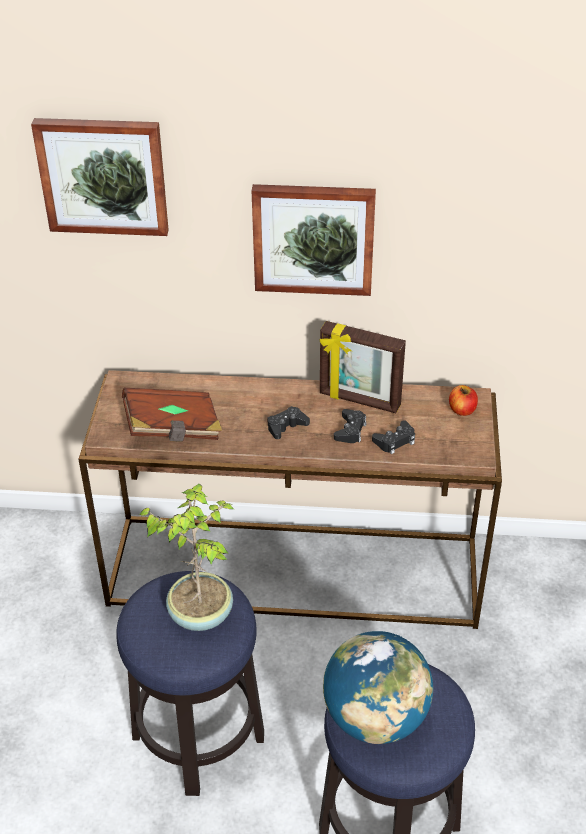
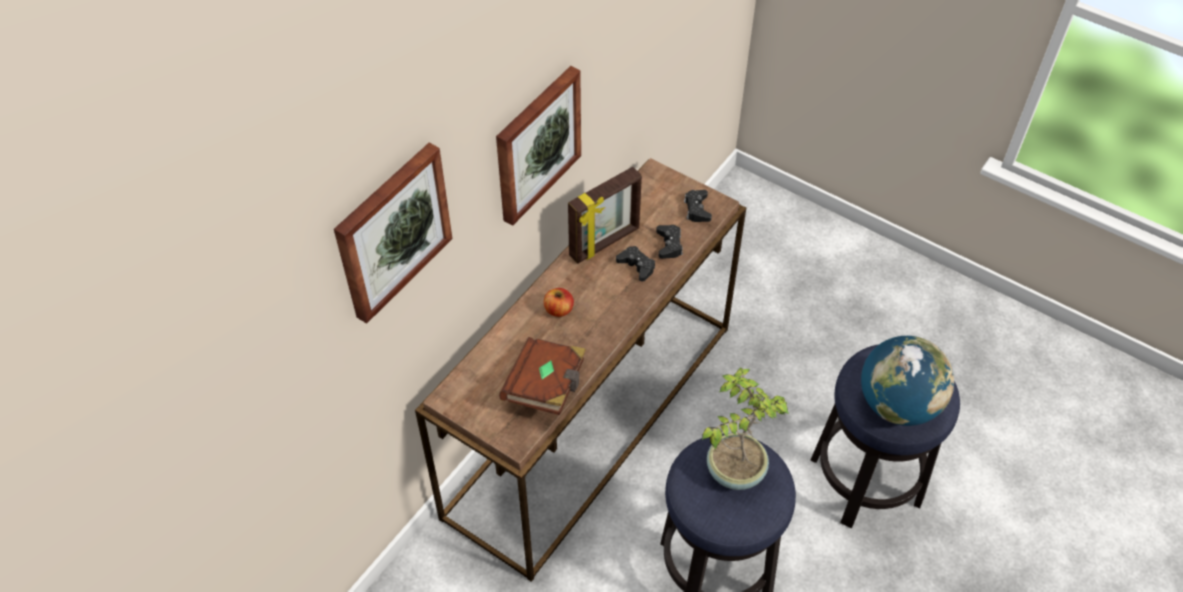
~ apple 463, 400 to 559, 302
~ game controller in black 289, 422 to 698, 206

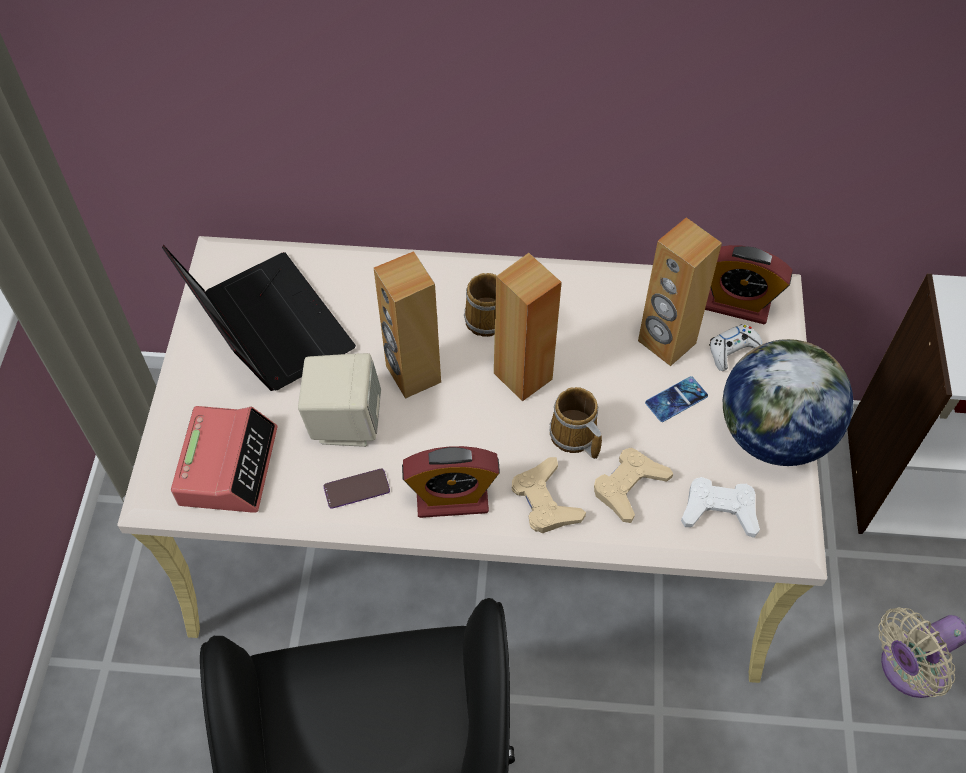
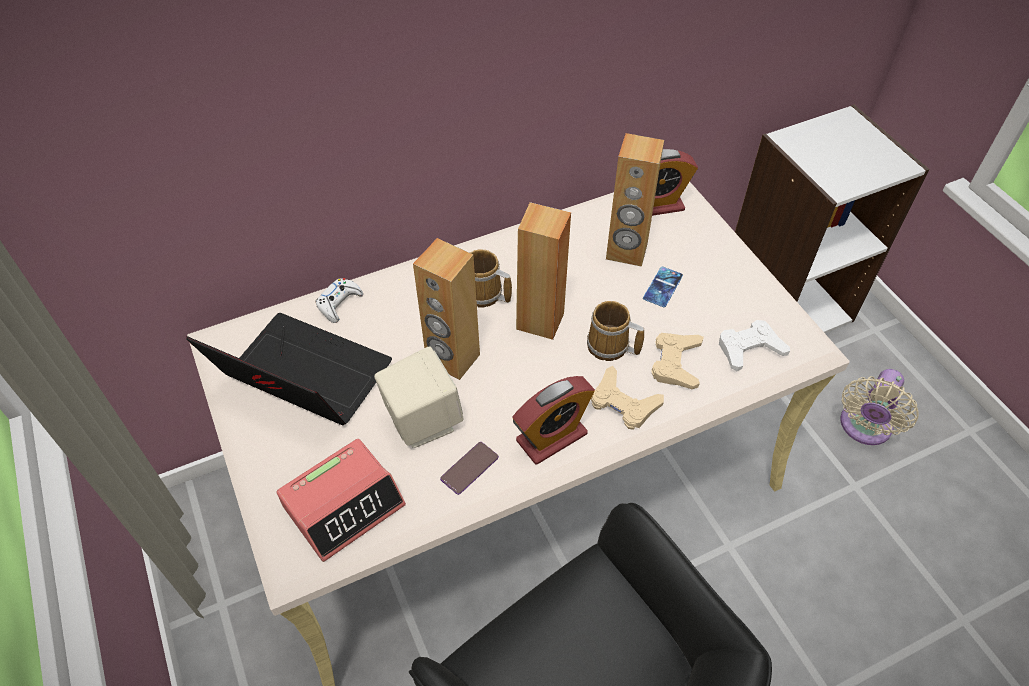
~ alarm clock 224, 459 = 341, 500 75 degrees clockwise
~ game controller in white 736, 347 to 339, 300
- globe 788, 402

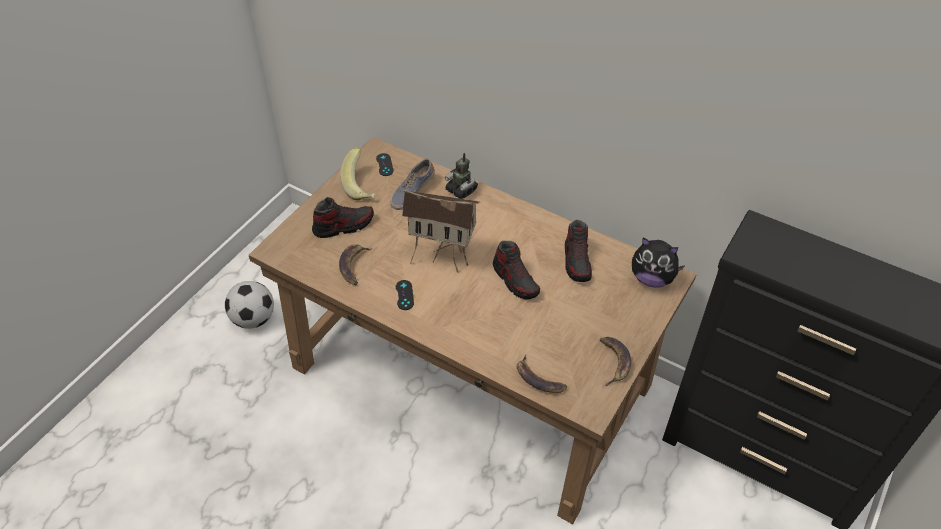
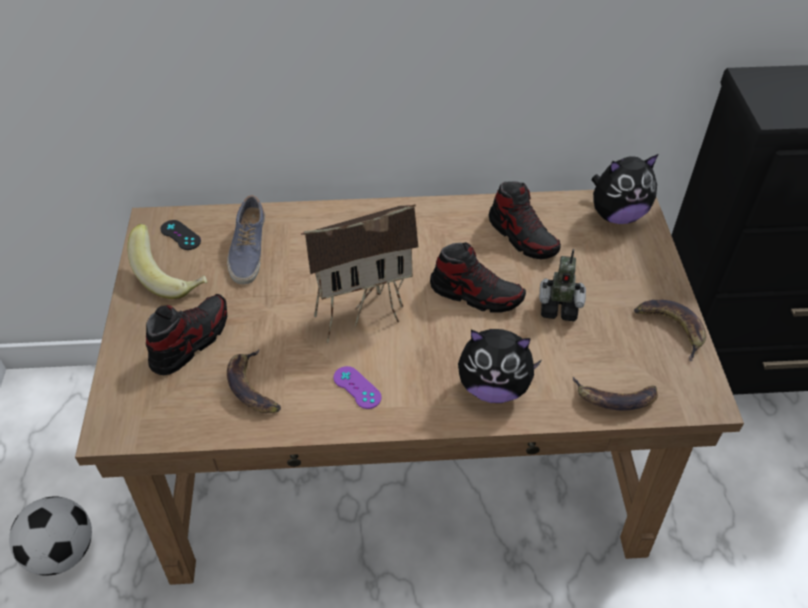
~ game controller in black 405, 295 to game controller in purple 358, 387
+ plush toy 499, 366
~ toy robot 461, 176 to 562, 285

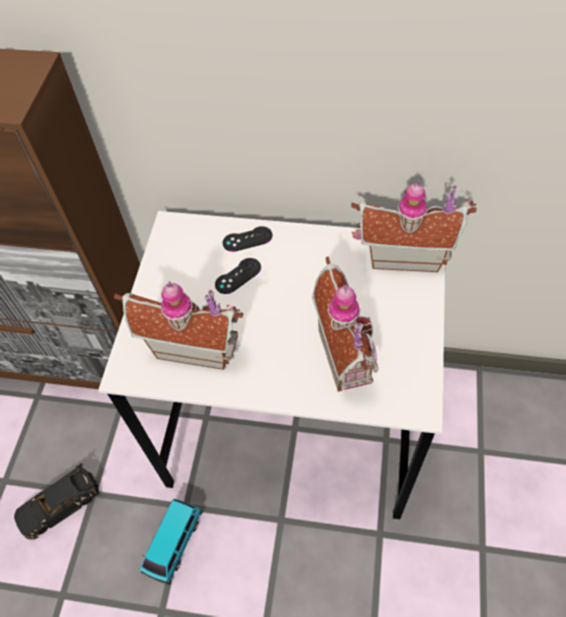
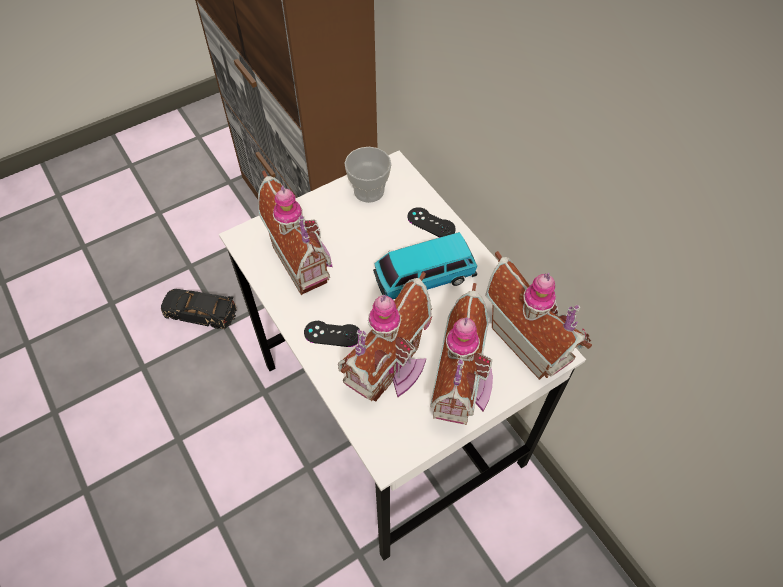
~ game controller in black 238, 276 to 332, 334
+ cup 368, 175
~ toy car 171, 542 to 425, 265
+ toy house 461, 354

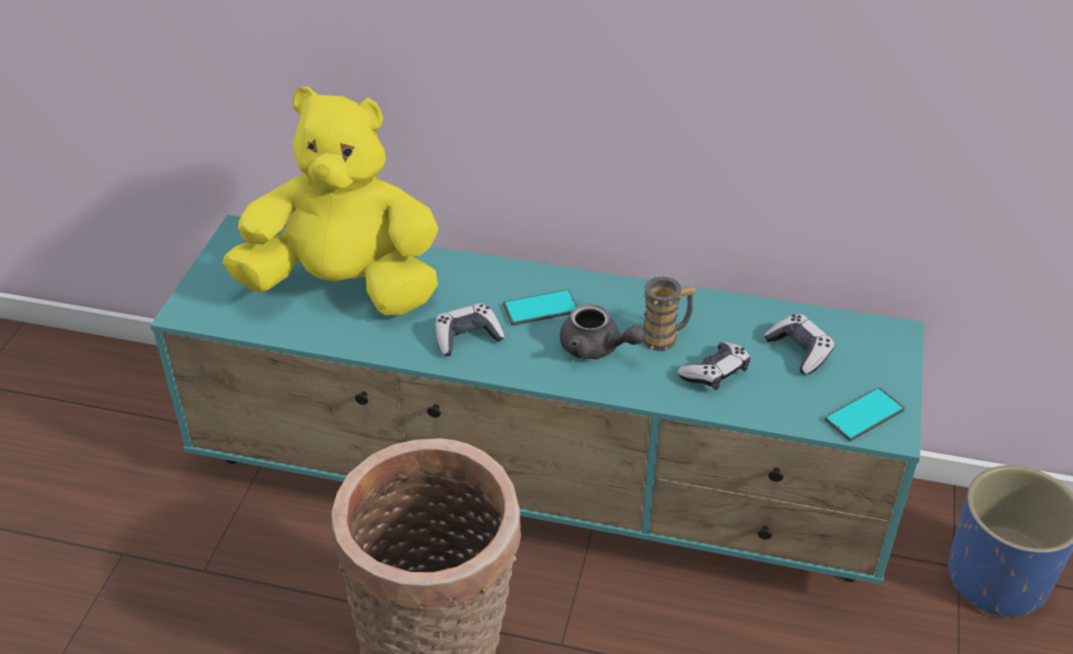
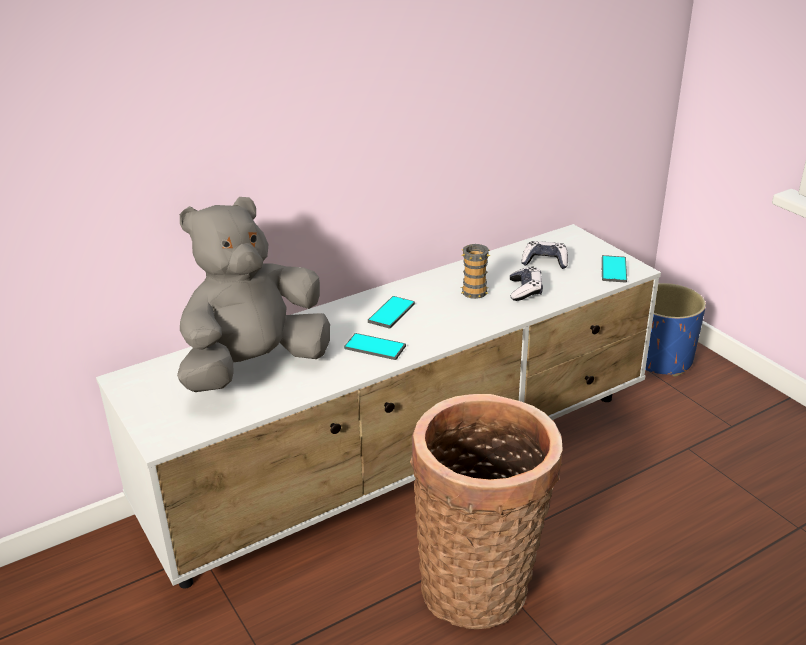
~ tv stand in turquoise 537, 400 to tv stand in white 378, 406
~ plush toy in yellow 330, 201 to plush toy in grey 253, 294
~ game controller 470, 329 to phone 375, 346
- teapot in grey 602, 331

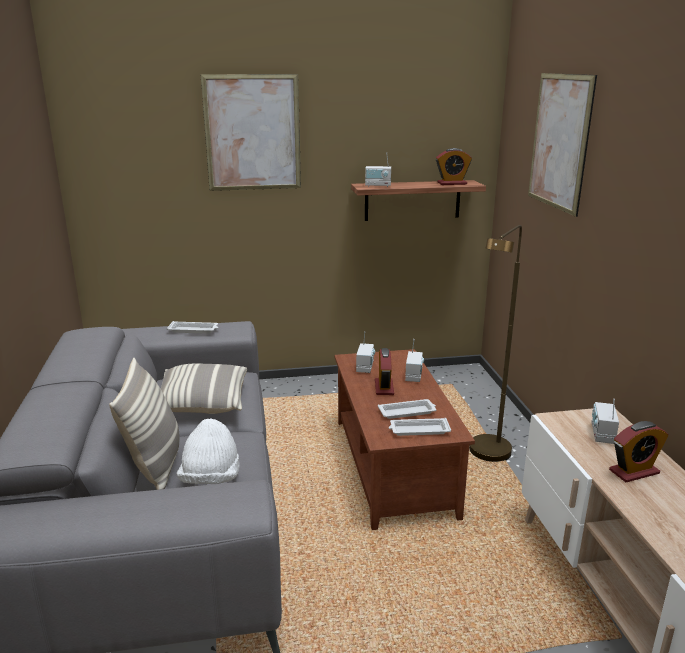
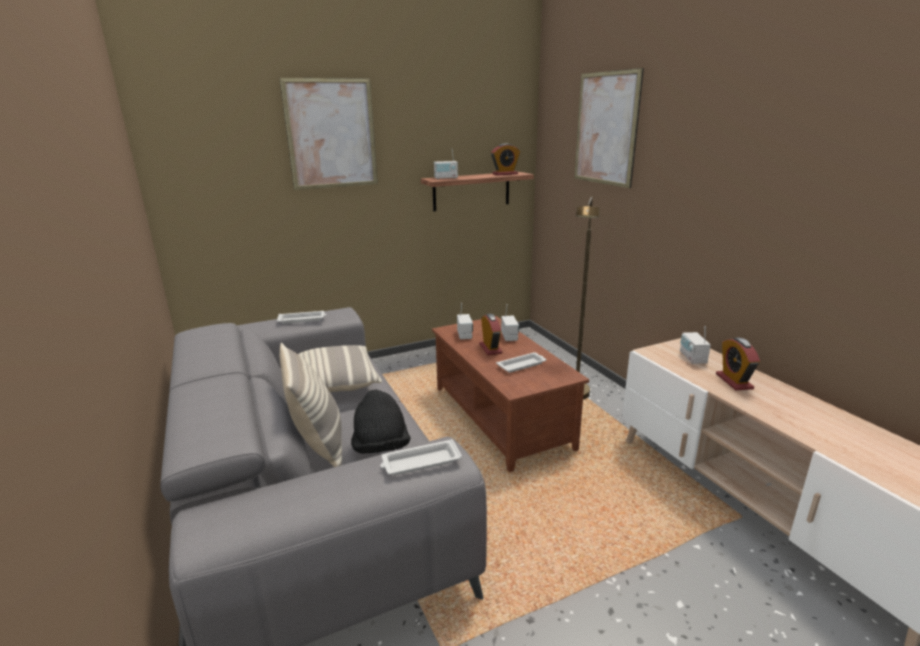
~ hat in white 208, 451 to hat in black 381, 421
~ tray in white 420, 427 to 421, 457
~ alarm clock 639, 451 = 738, 364 120 degrees clockwise

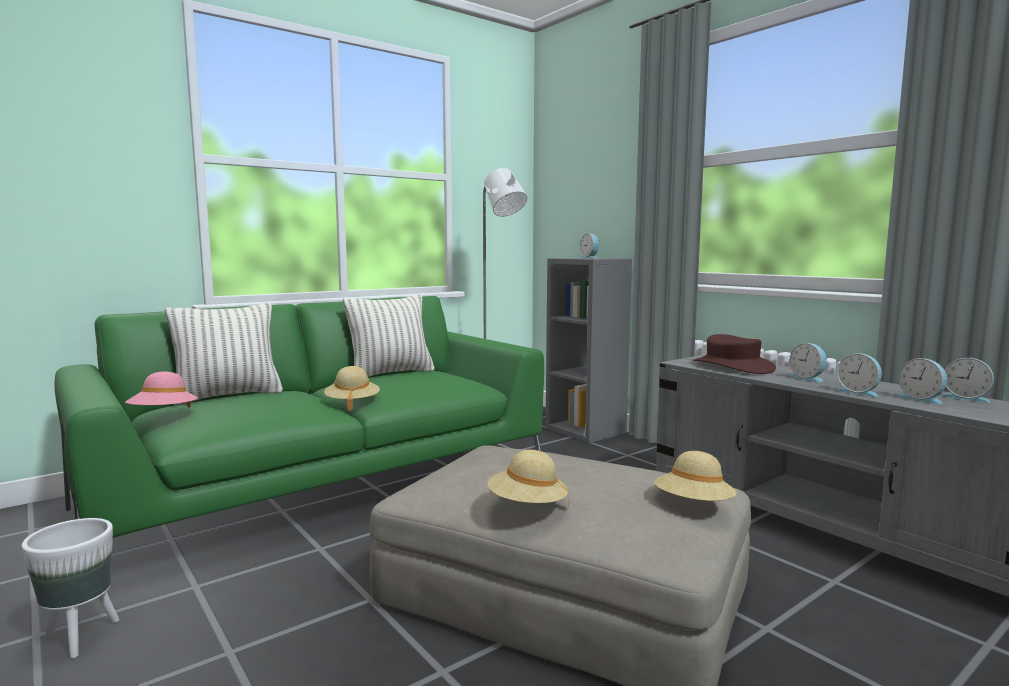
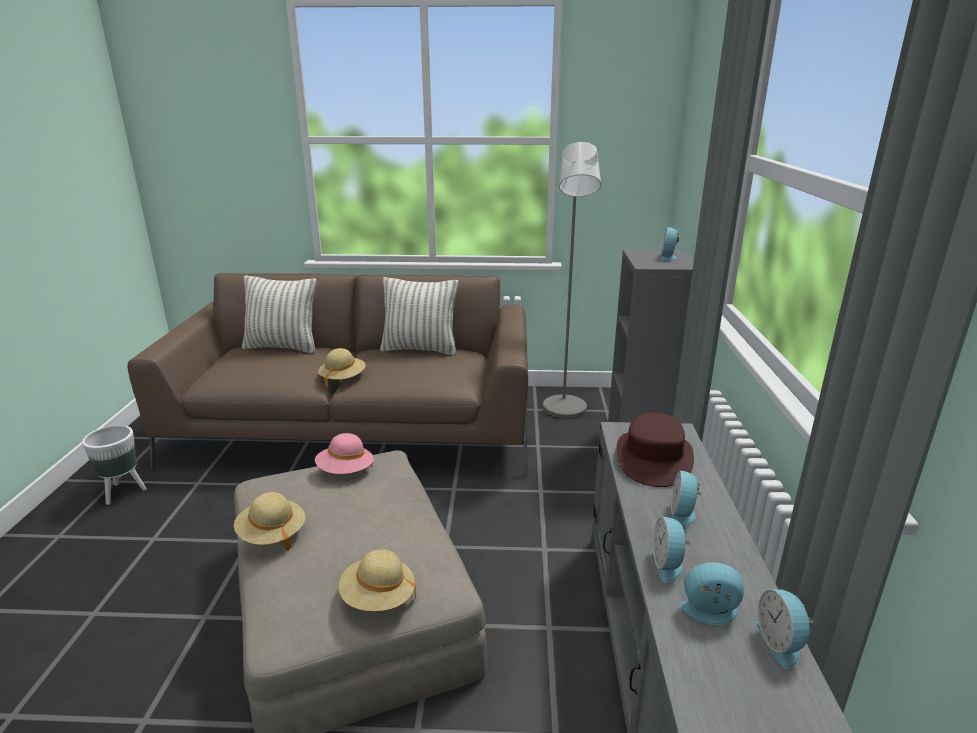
~ sofa in green 299, 417 to sofa in brown 328, 375
~ hat in pink 162, 390 to 344, 453
~ alarm clock 922, 381 = 712, 594 90 degrees clockwise

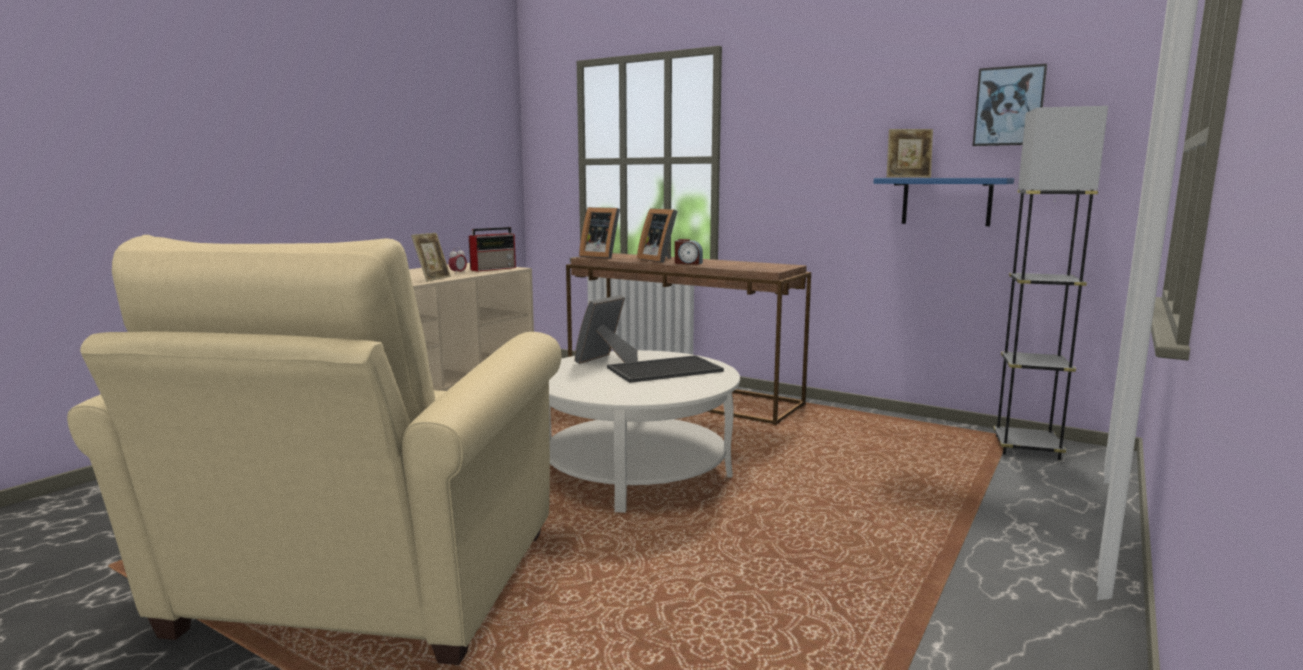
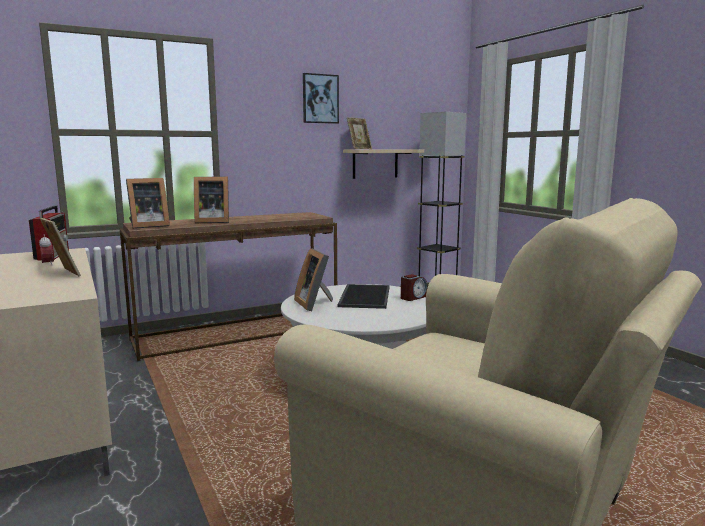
~ picture 1010, 105 to 321, 98
~ shelf in blue 944, 202 to shelf in beige 383, 164
~ alarm clock 689, 252 to 414, 287

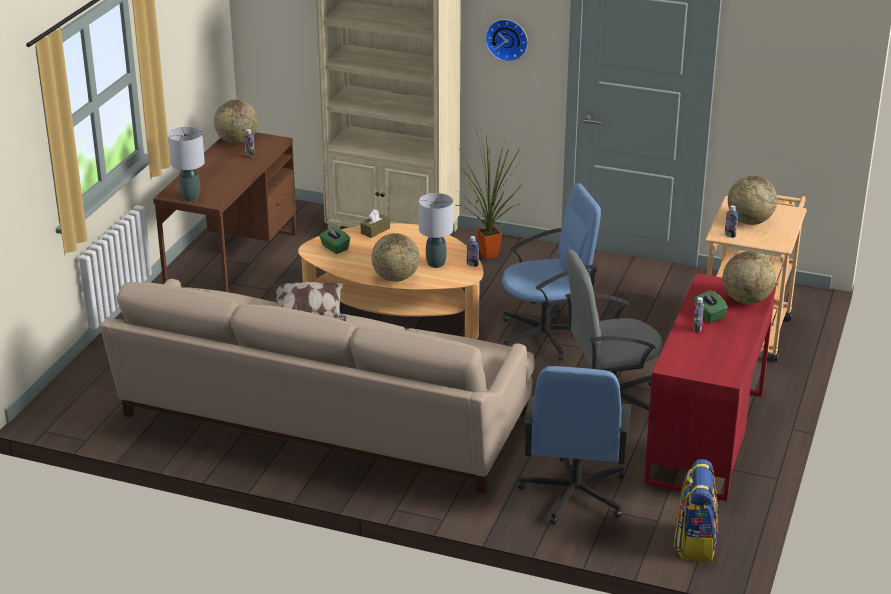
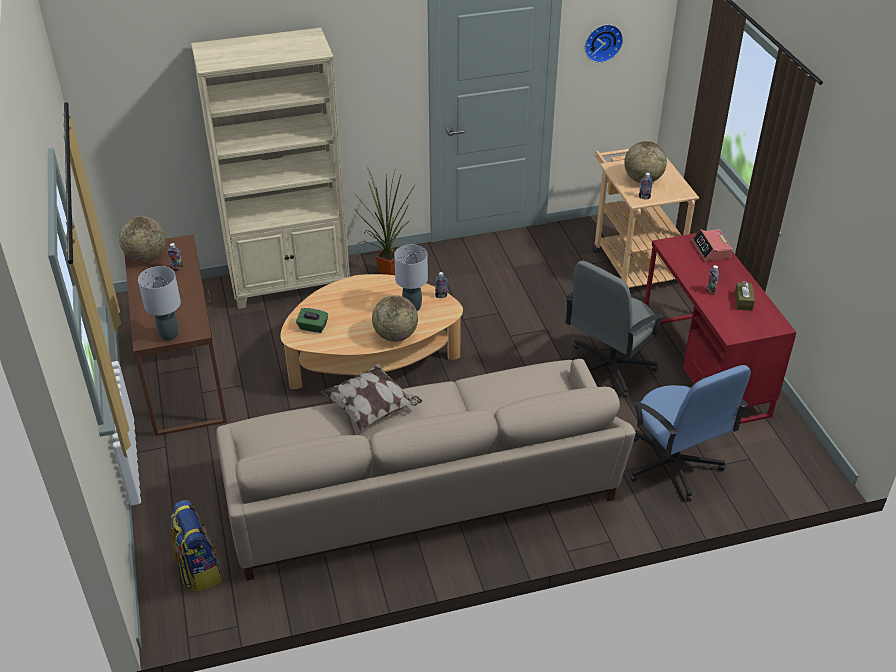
~ backpack 696, 510 to 196, 546
~ wall clock 506, 40 to 604, 43
~ globe 749, 277 to alarm clock 712, 245
~ tissue box in brown 375, 223 to 745, 296
- office chair in blue 551, 272
- tissue box in green 710, 306

